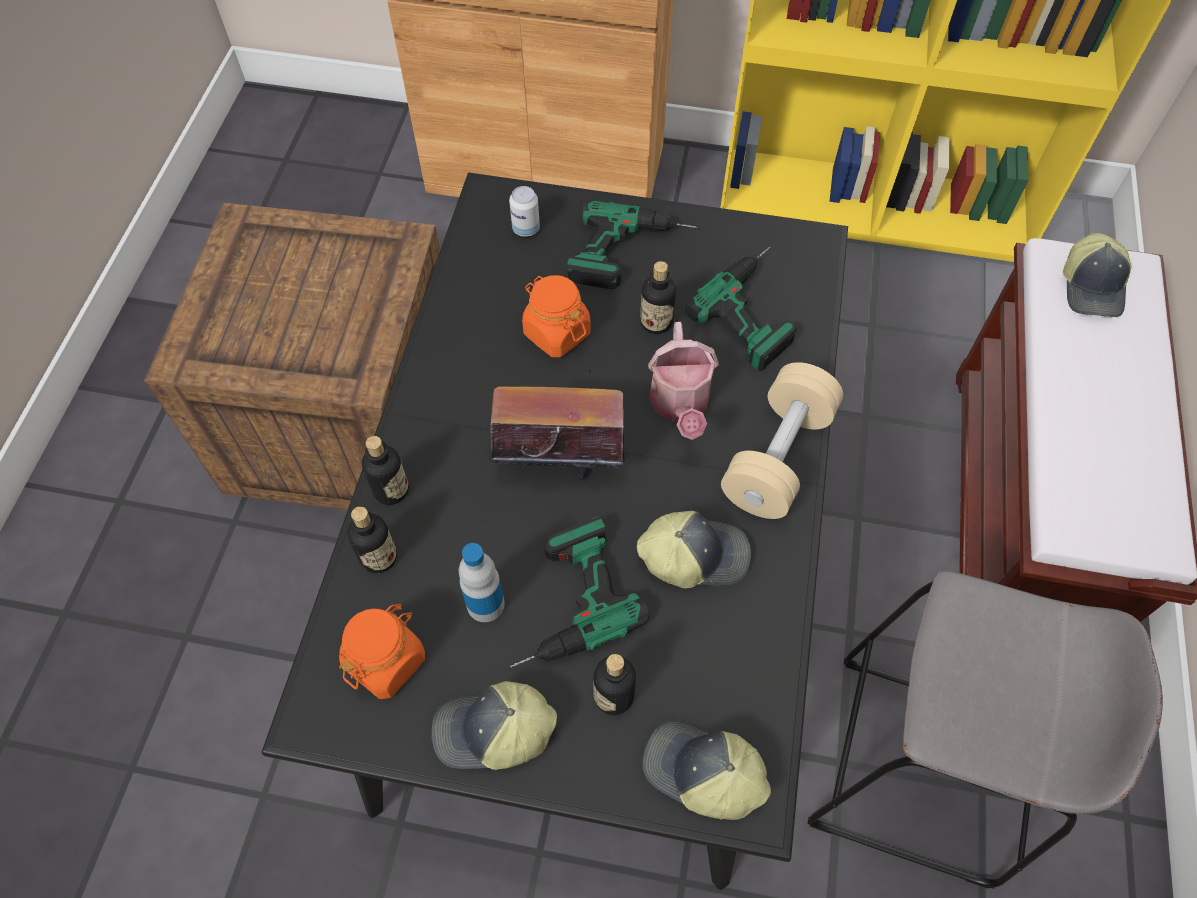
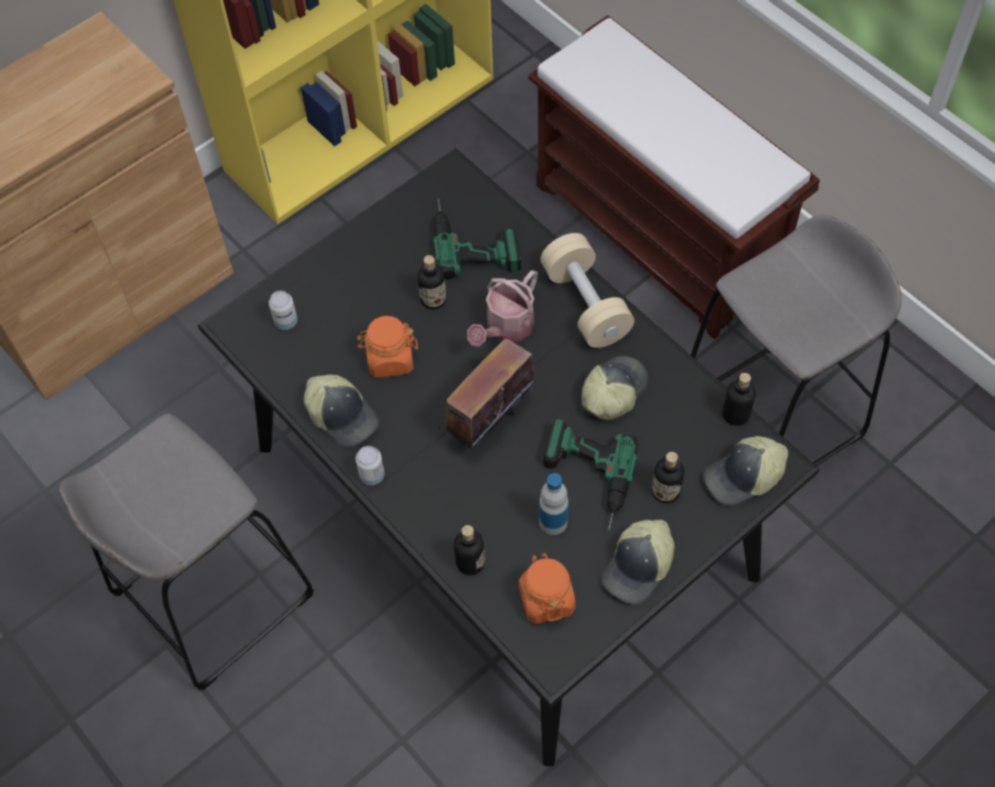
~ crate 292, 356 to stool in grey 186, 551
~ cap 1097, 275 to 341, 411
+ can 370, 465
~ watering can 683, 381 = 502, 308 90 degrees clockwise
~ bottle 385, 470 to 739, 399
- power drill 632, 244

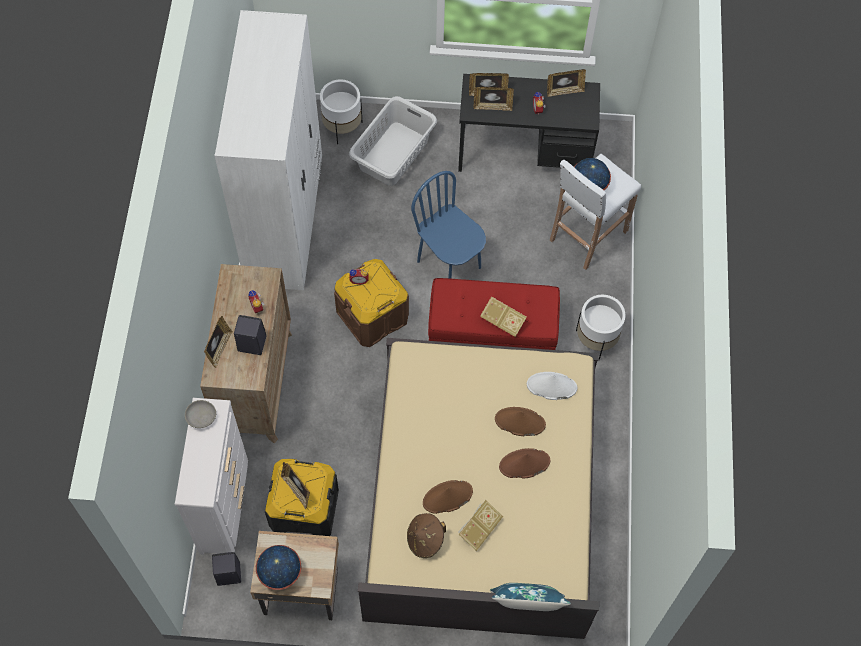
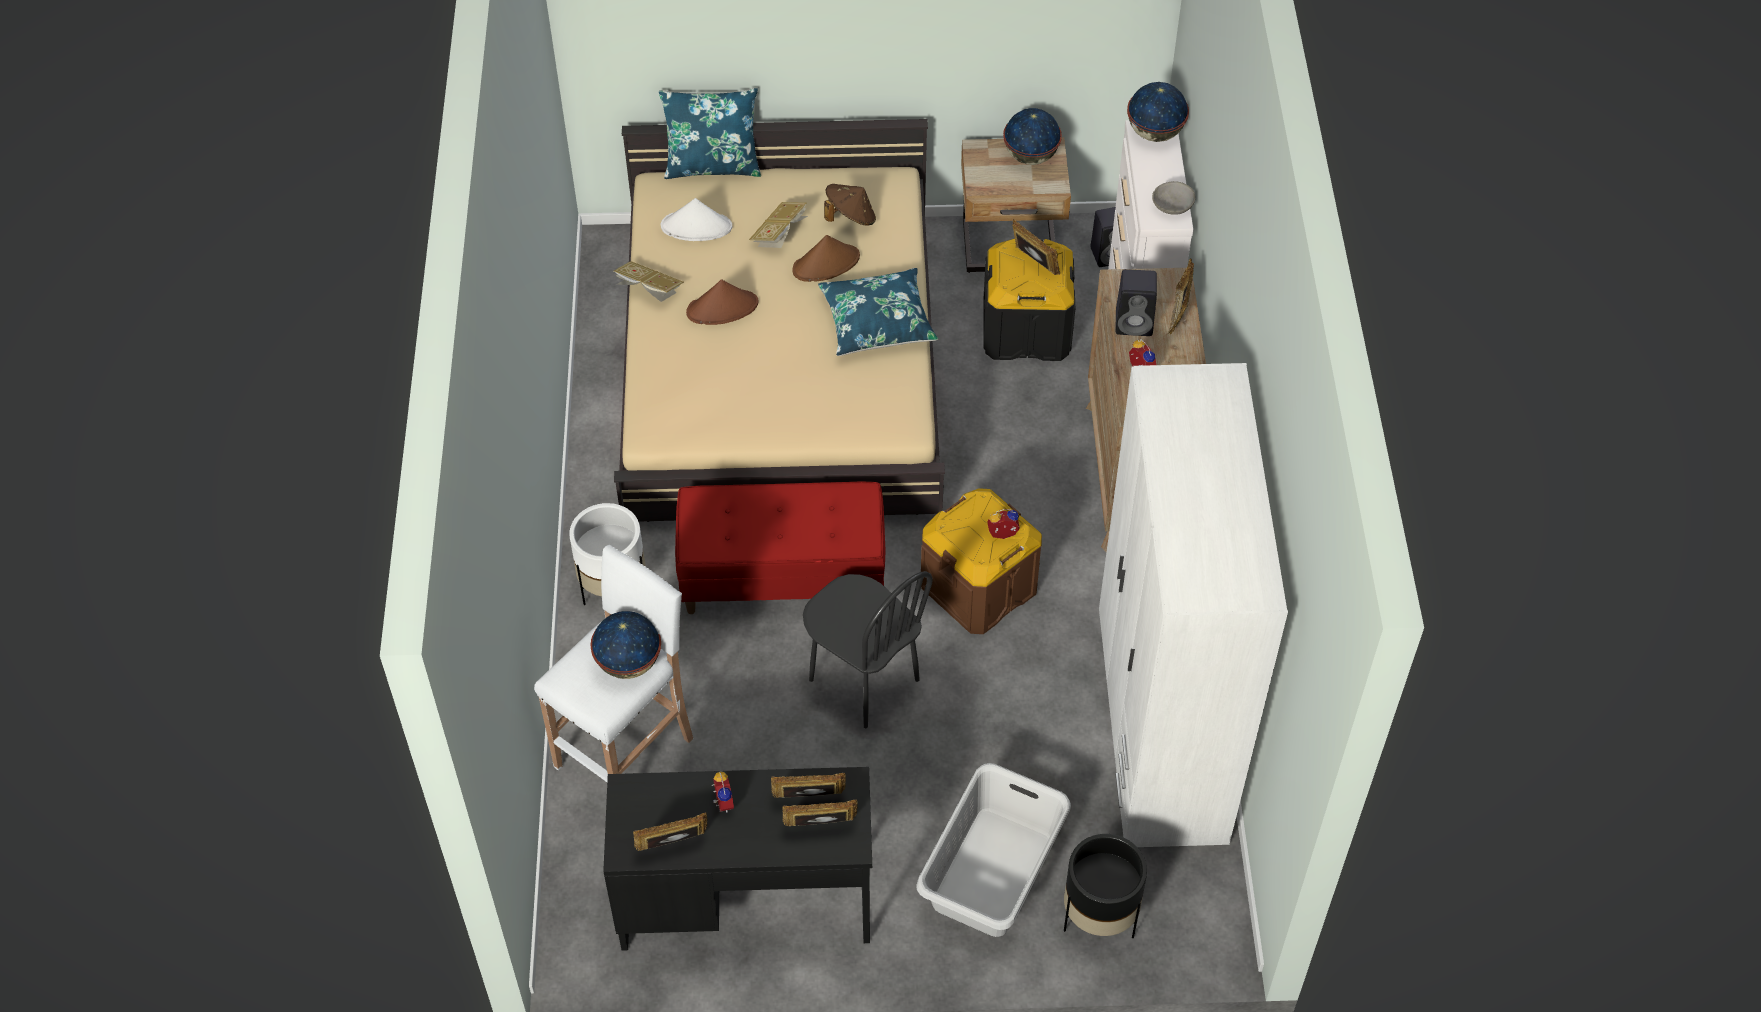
~ book 503, 316 to 649, 281
~ hat in white 552, 386 to 696, 219
~ chair in blue 448, 225 to chair in black 868, 649
+ pillow in blue 878, 312
~ planter in white 341, 112 to planter in black 1105, 886
+ globe 1158, 112
- hat in brown 520, 421

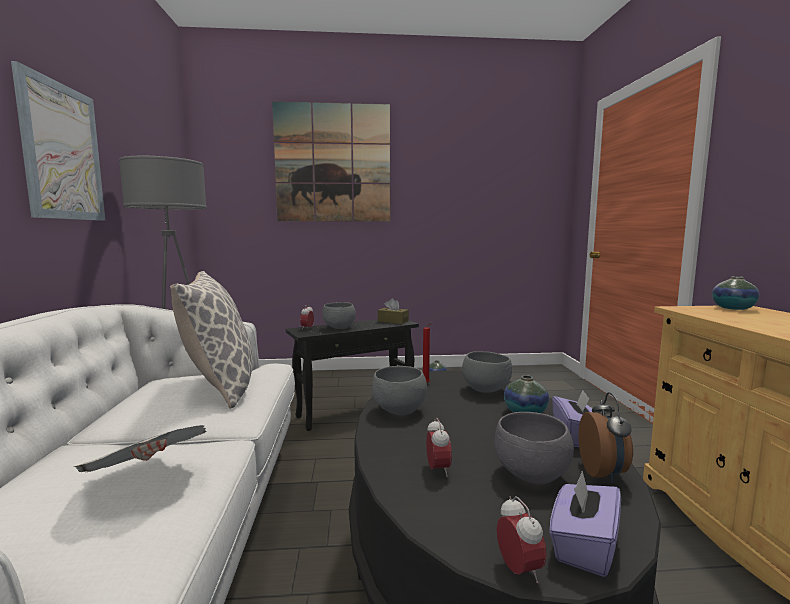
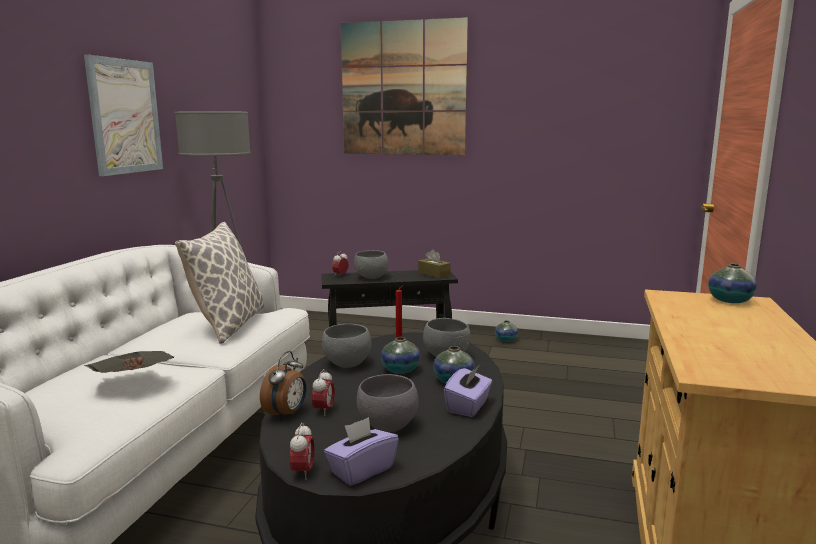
~ alarm clock 605, 437 to 283, 385
+ vase 400, 355

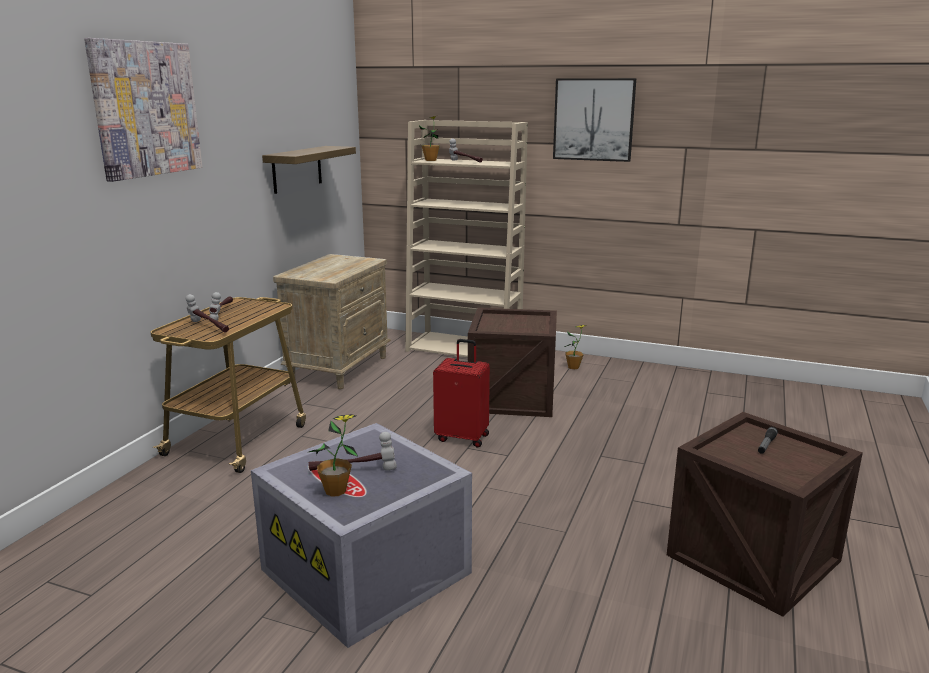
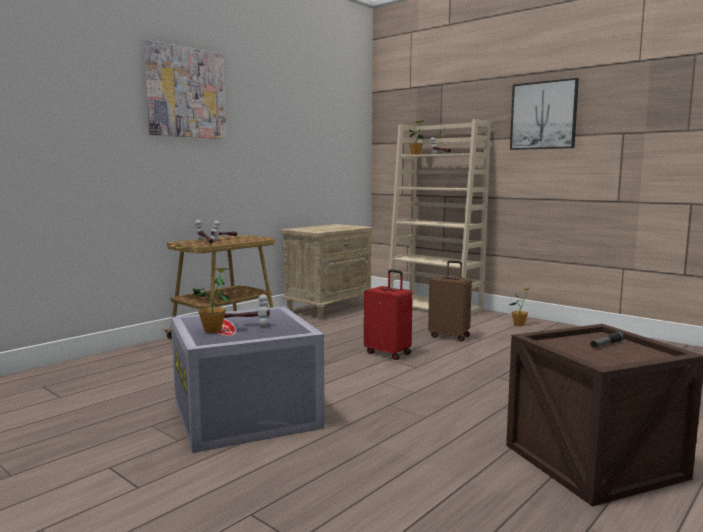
~ crate 512, 362 to suitcase in brown 450, 301
- shelf 309, 170

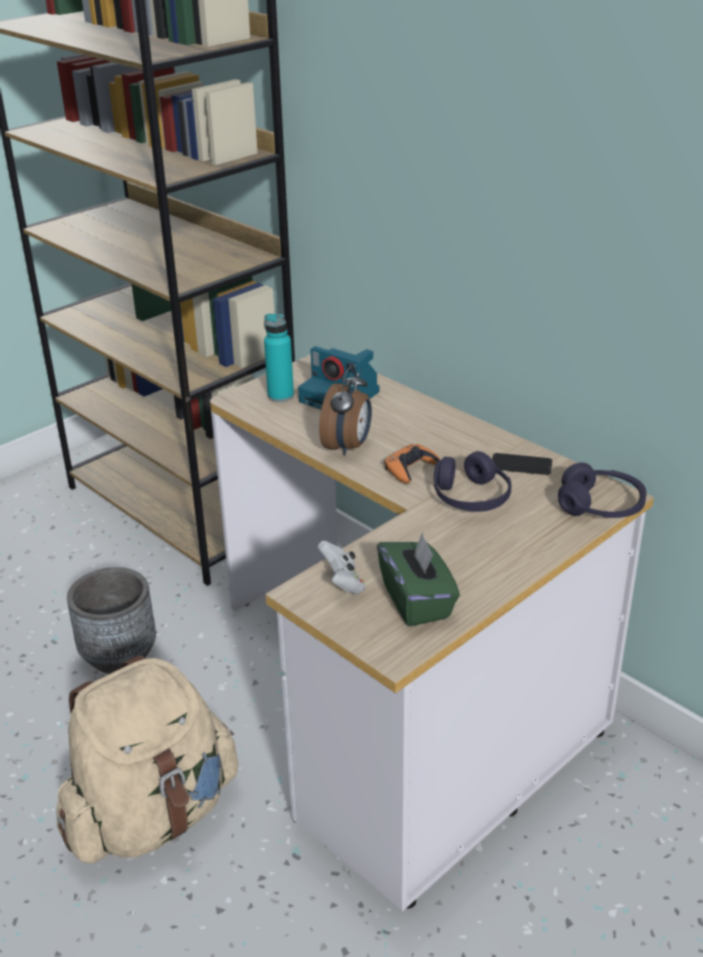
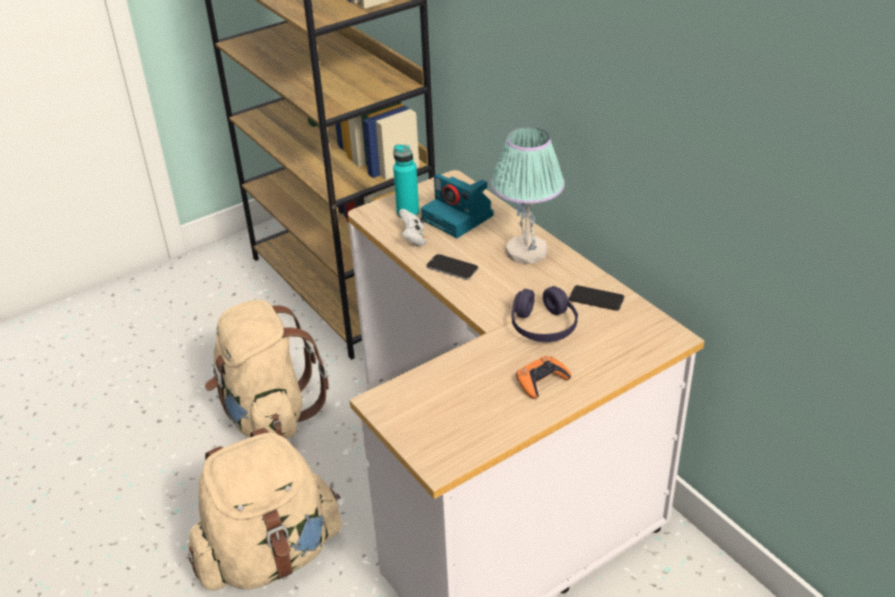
~ planter in grey 111, 620 to backpack in beige 267, 369
~ game controller in white 341, 567 to 413, 227
~ alarm clock 345, 411 to phone 452, 267
+ table lamp 528, 195
~ game controller in orange 412, 464 to 543, 377
- tissue box in green 418, 579
- headphones in purple 602, 490

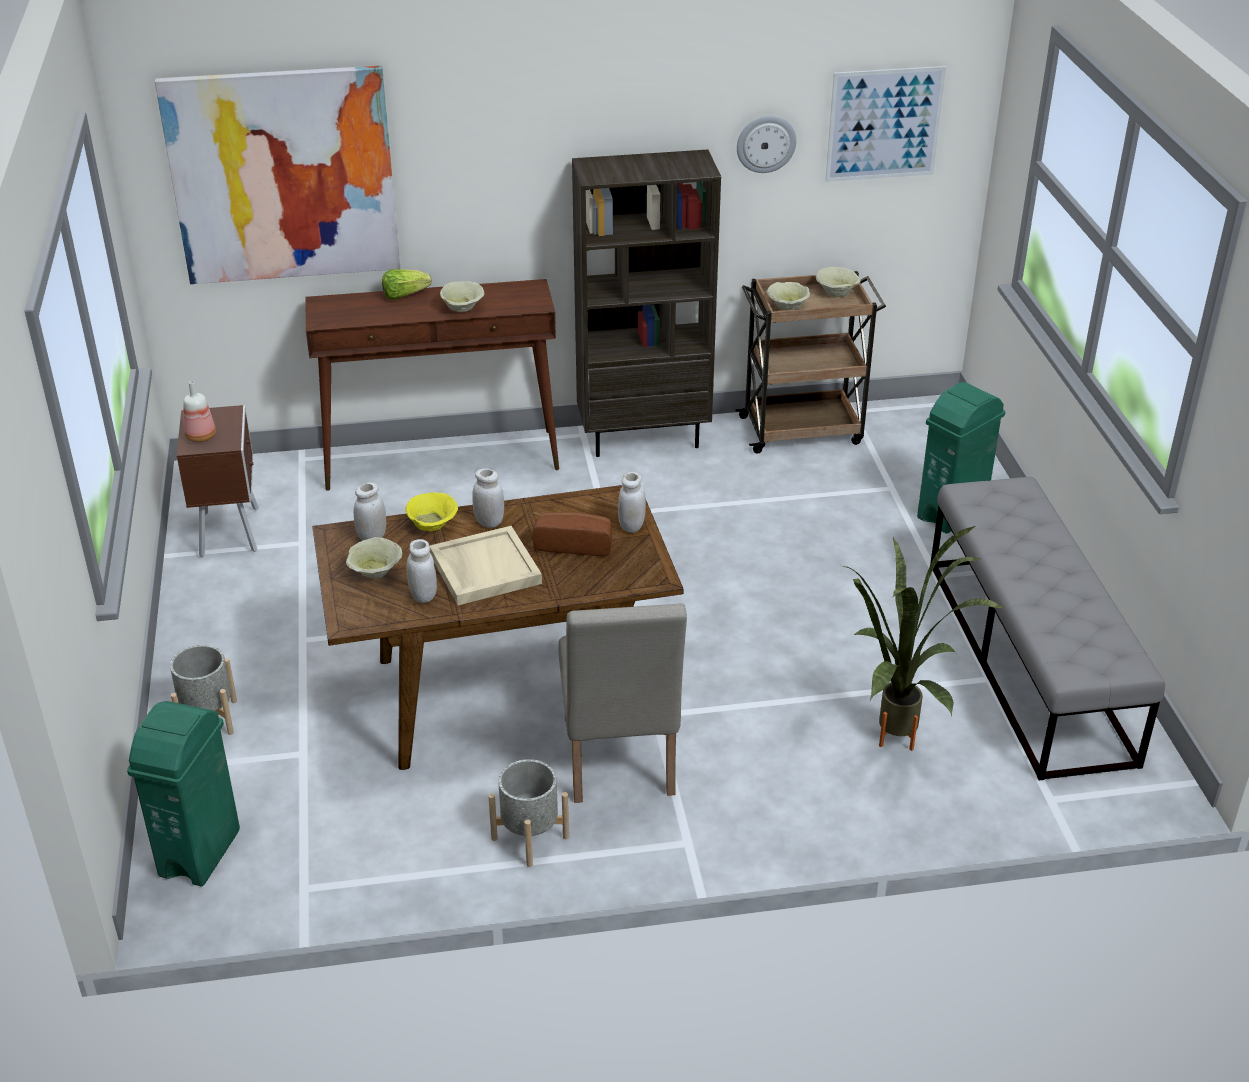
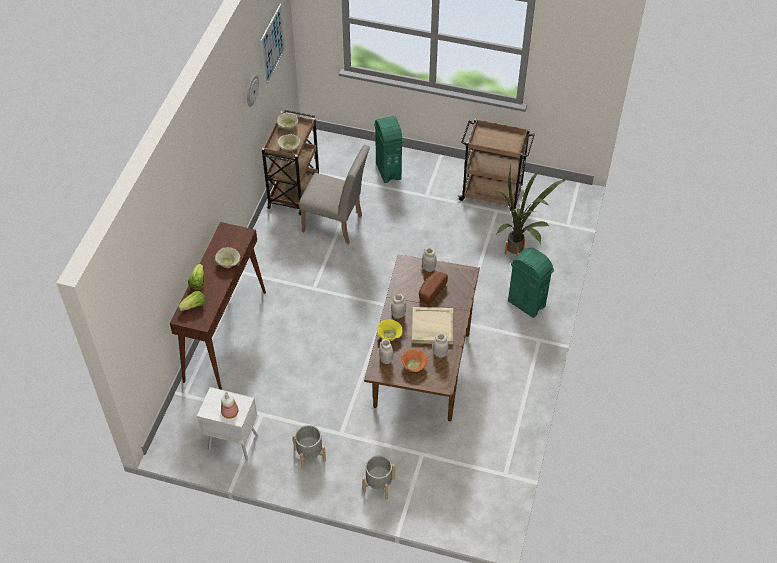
+ lettuce 192, 301
~ nightstand in brown 218, 481 to nightstand in white 227, 424
~ planter in grey 528, 813 to 309, 447
~ chair in beige 622, 703 to 334, 194
~ bowl in beige 374, 557 to bowl in orange 414, 360
~ bench in grey 1047, 628 to cart in brown 496, 164
~ trash can in green 183, 793 to 531, 283
- picture 277, 175
- bookcase in brown 646, 303

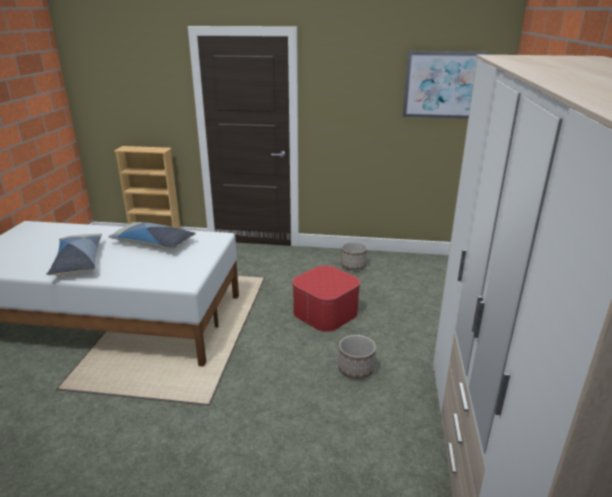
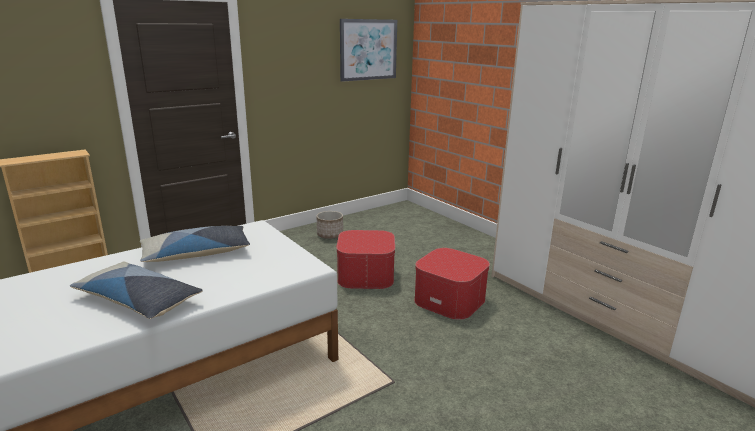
~ planter 357, 357 to ottoman 452, 284

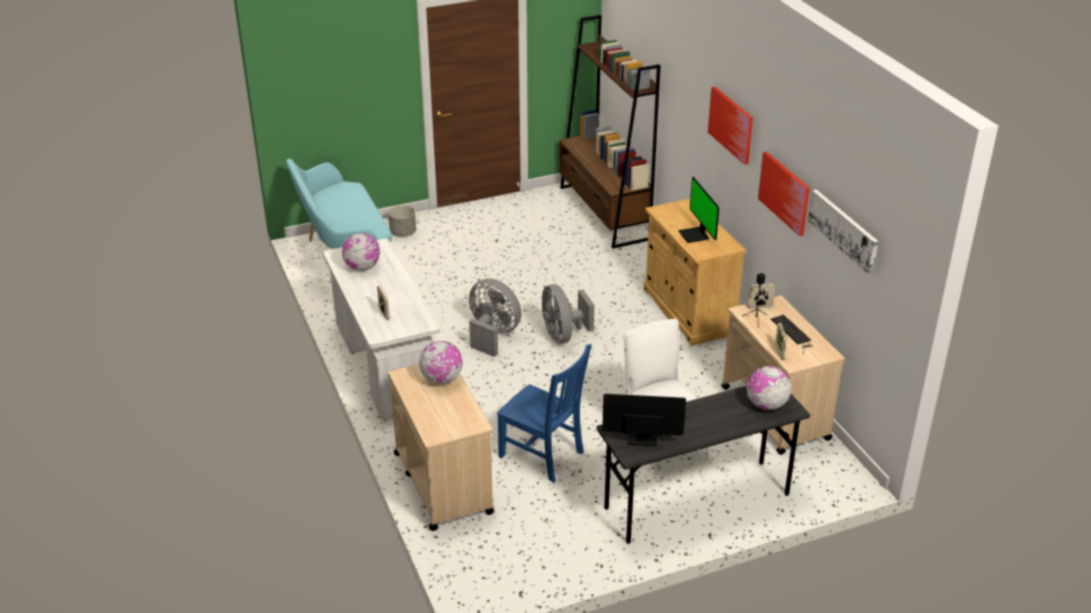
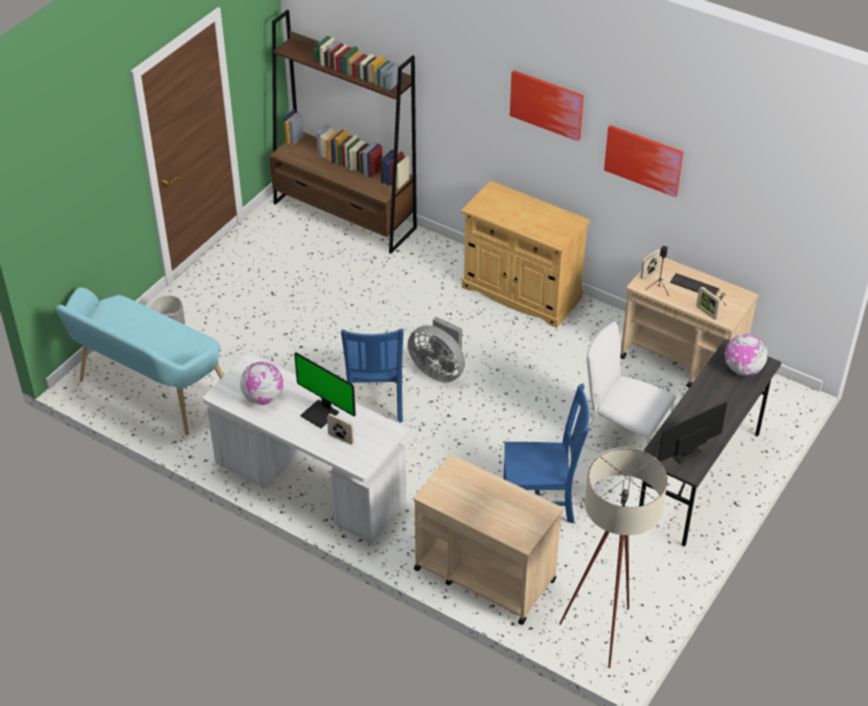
~ monitor 698, 210 to 325, 390
~ fan in grey 495, 317 to chair in blue 372, 376
+ floor lamp in beige 613, 557
- globe 441, 363
- picture 843, 232

